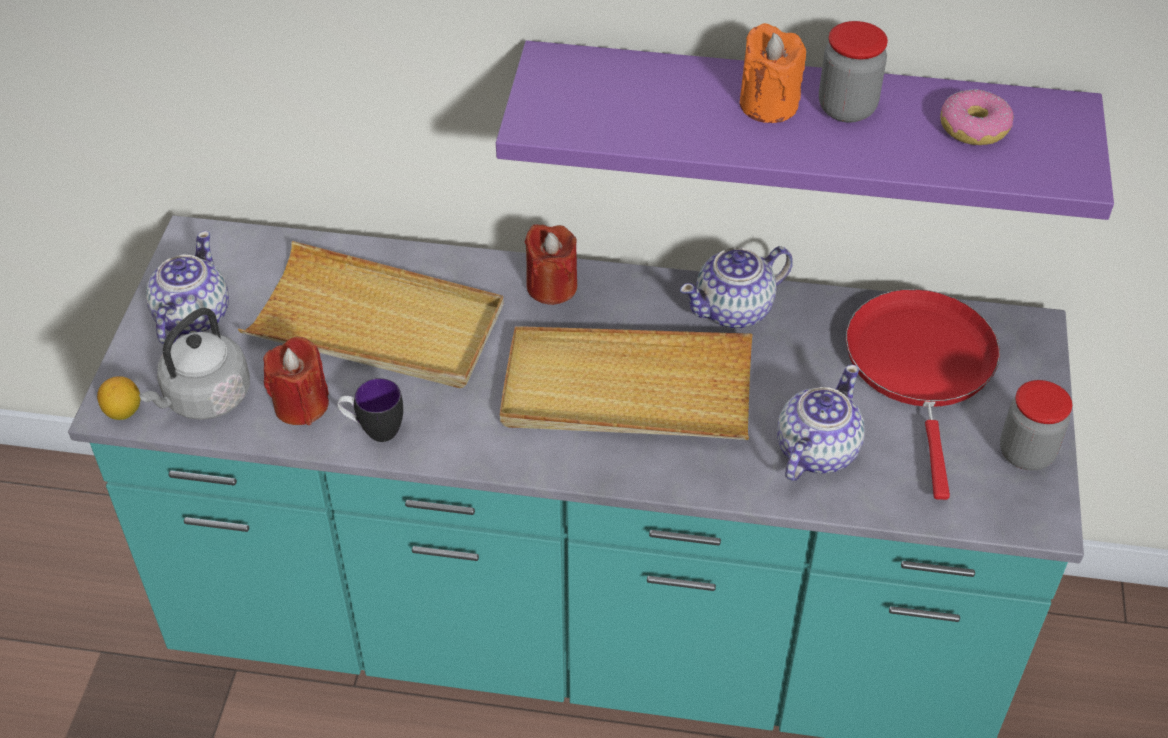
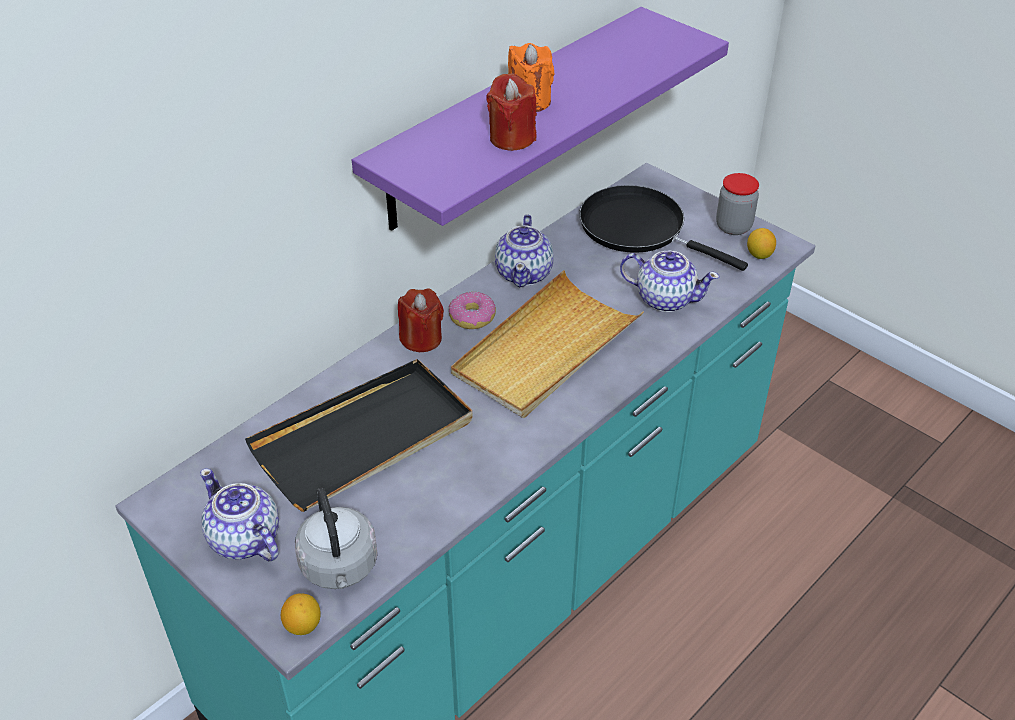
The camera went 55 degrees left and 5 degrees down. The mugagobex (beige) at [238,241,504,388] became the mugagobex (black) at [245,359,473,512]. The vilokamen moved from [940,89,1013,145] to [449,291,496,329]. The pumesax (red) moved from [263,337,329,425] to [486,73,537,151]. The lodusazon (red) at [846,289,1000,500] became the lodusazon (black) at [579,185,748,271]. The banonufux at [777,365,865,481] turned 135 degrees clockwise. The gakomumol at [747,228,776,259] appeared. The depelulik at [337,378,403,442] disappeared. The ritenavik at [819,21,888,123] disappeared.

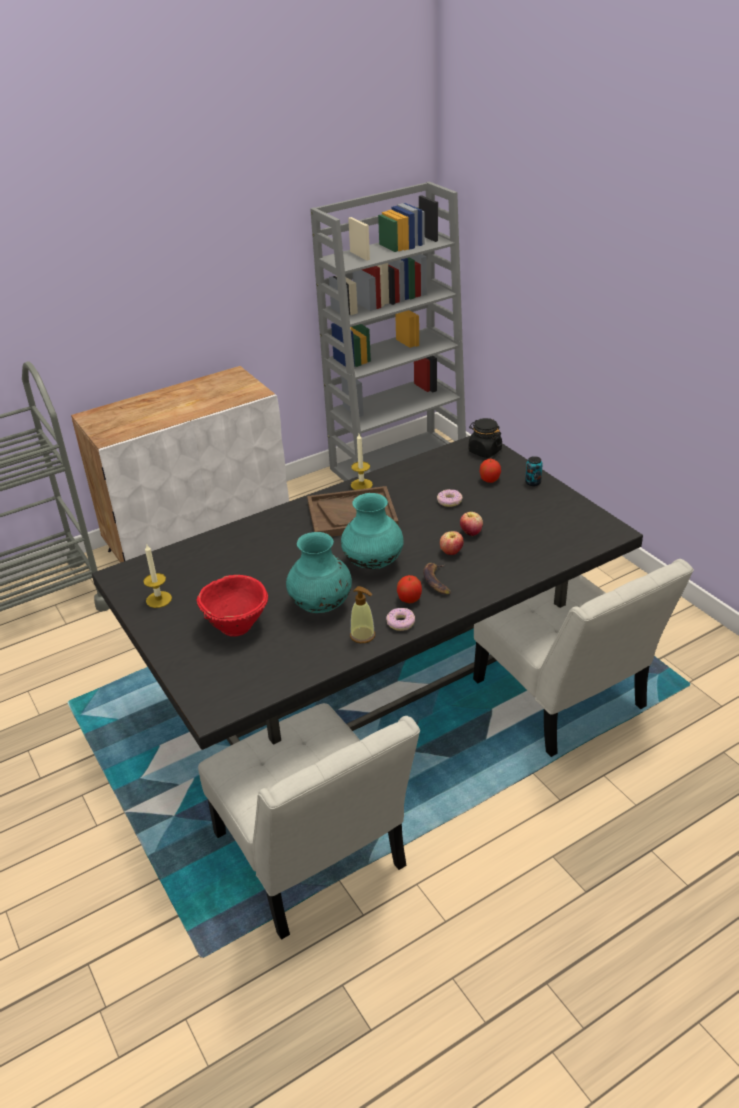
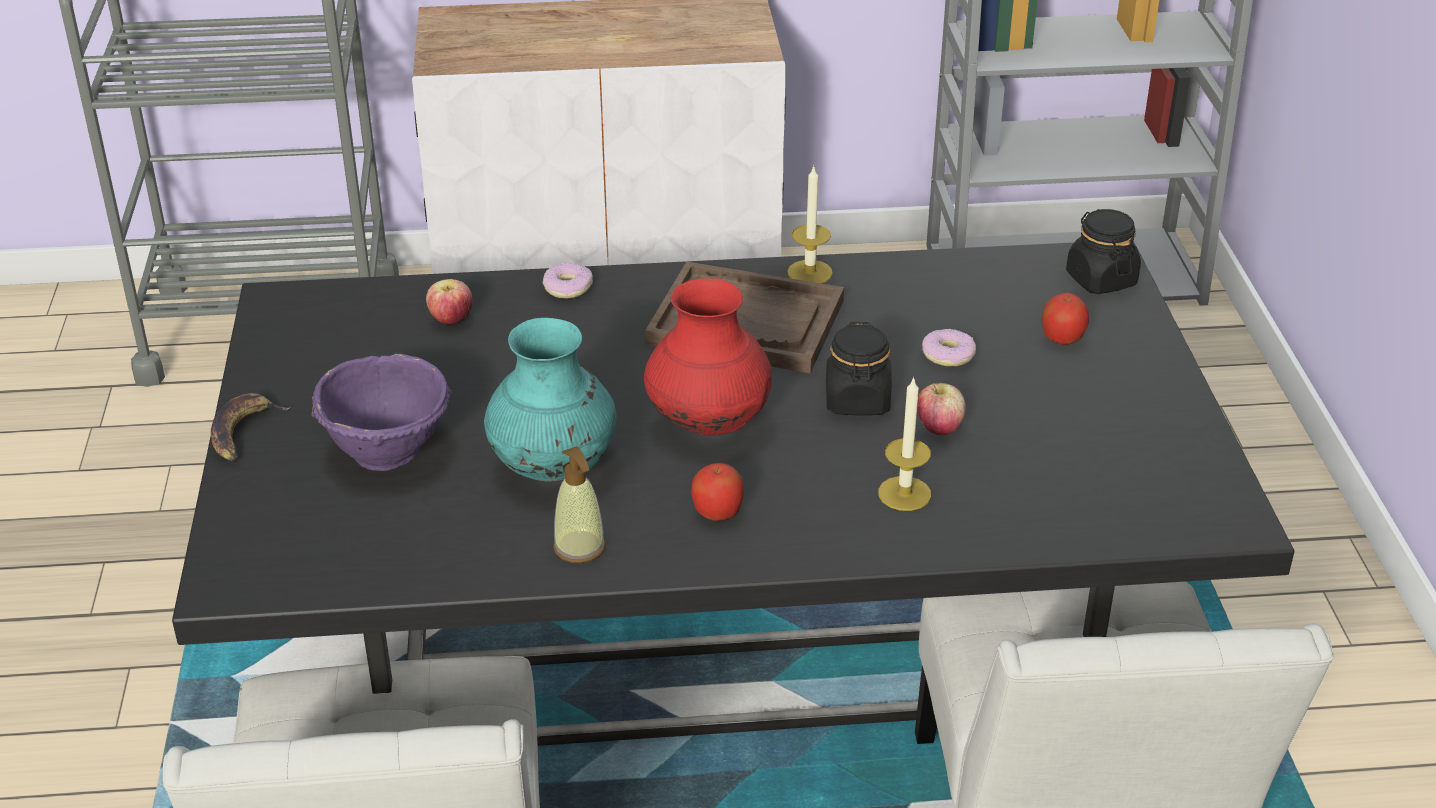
The camera went 25 degrees right and 0 degrees up. The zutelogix moved from [423,563,451,595] to [211,393,291,461]. The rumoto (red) at [196,575,268,637] became the rumoto (purple) at [312,354,453,471]. The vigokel moved from [440,531,464,555] to [426,279,473,325]. The vilokamen moved from [386,608,415,631] to [543,262,593,299]. The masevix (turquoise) at [341,493,403,569] became the masevix (red) at [644,278,772,436]. The ritenavik (black) at [826,322,892,416] appeared. The pumesax moved from [143,545,172,608] to [878,377,931,511]. The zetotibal at [525,456,543,486] disappeared.

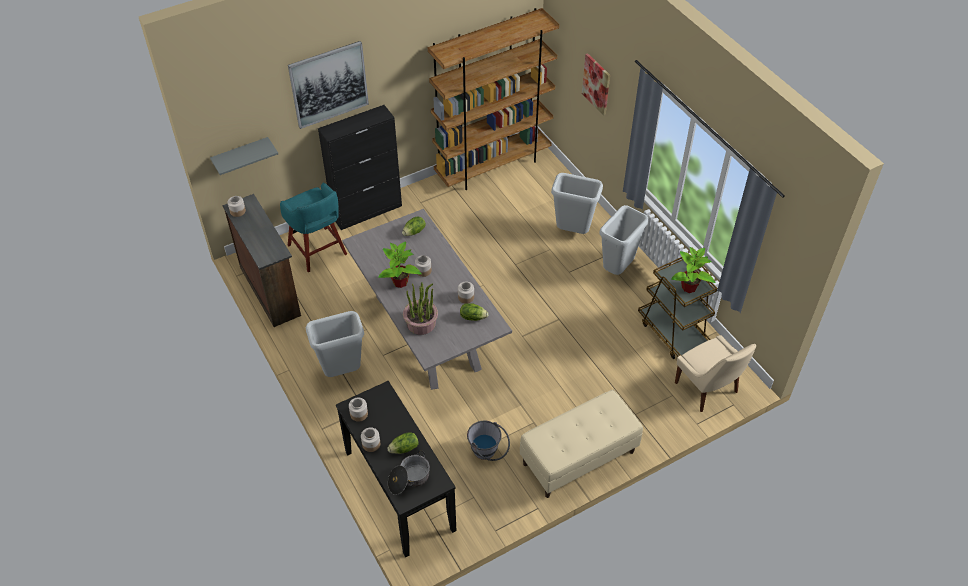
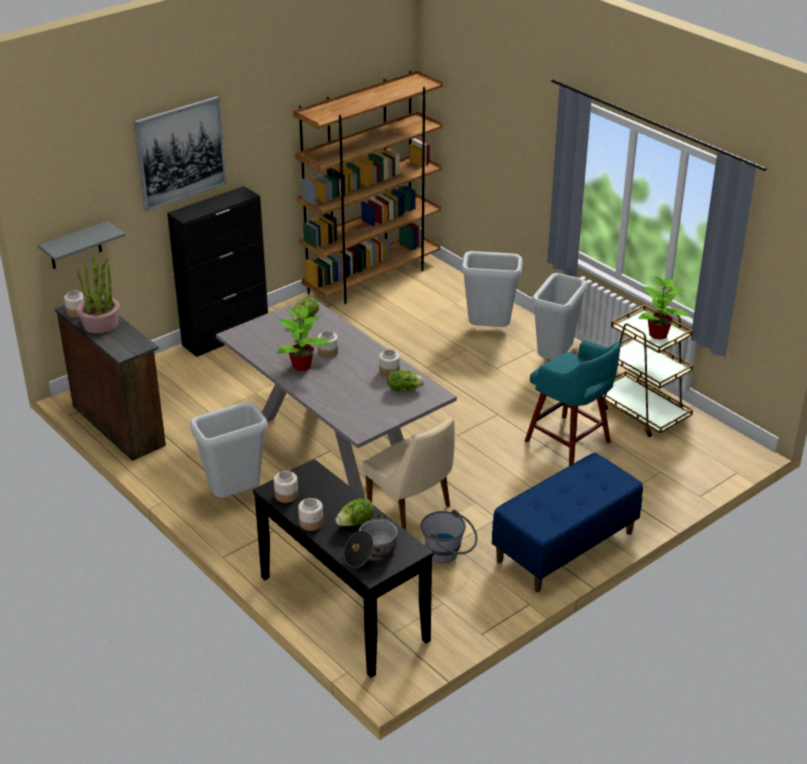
The camera went 10 degrees left and 15 degrees down. The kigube moved from [403,282,438,335] to [76,255,120,334]. The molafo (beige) moved from [675,335,756,412] to [362,418,455,530]. The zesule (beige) at [520,390,643,498] became the zesule (blue) at [492,453,643,592]. The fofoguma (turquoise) moved from [280,183,347,273] to [525,341,620,466]. The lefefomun at [582,53,610,115] disappeared.

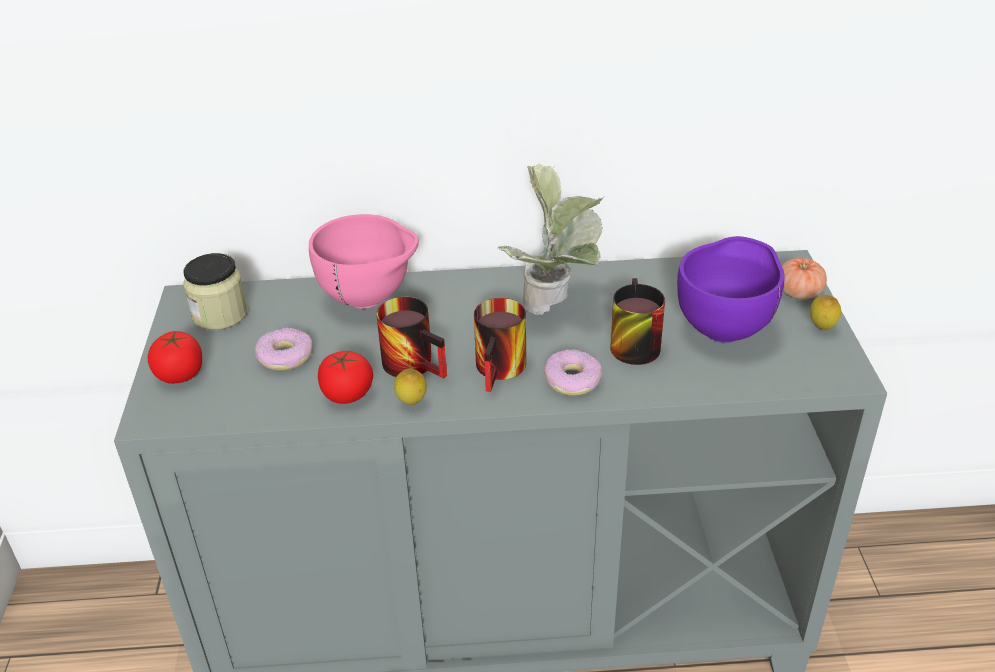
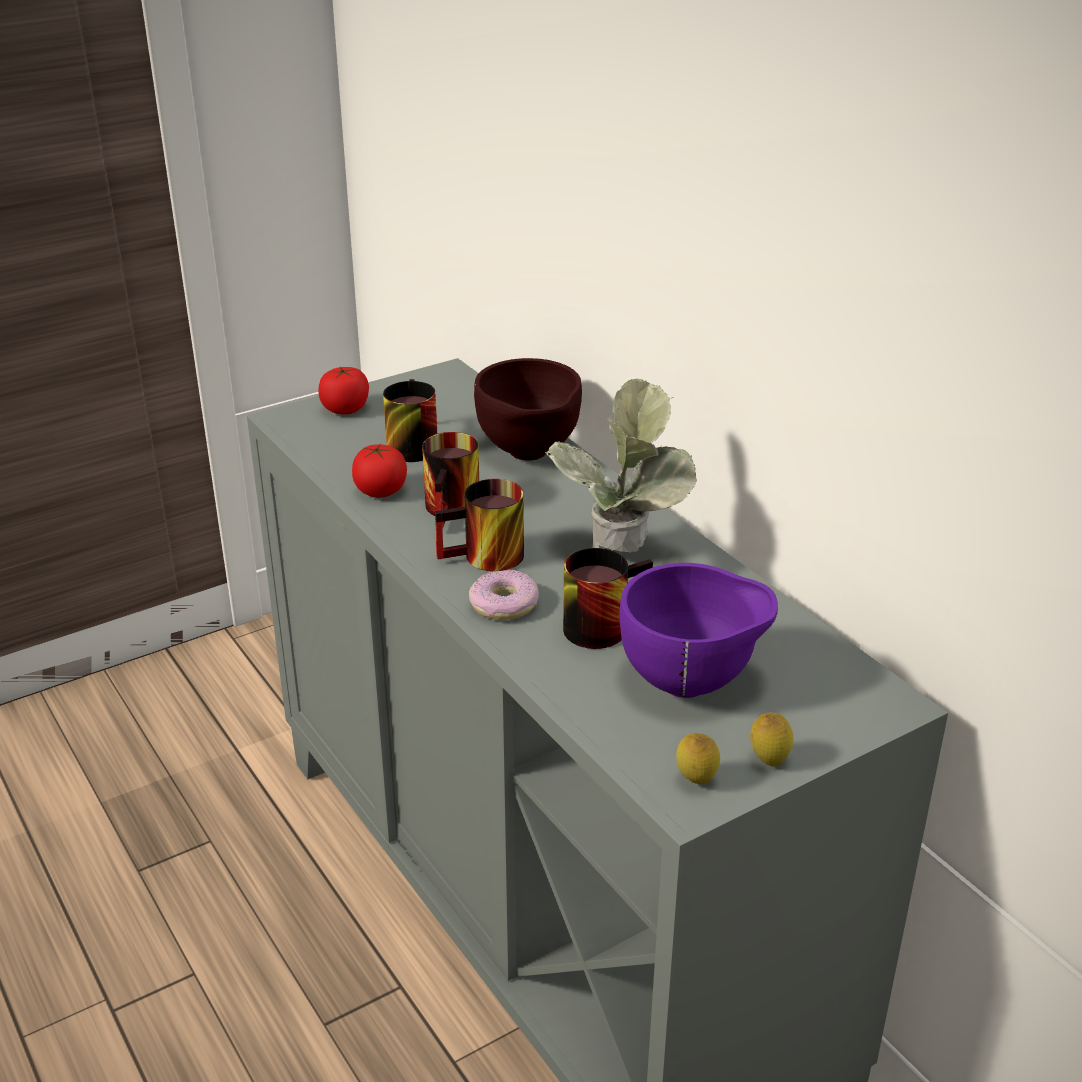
The camera went 60 degrees right and 5 degrees down. The vilokamen at [255,328,313,370] was replaced by the depelulik at [383,379,437,462]. The rumoto (pink) at [309,214,419,309] became the rumoto (brown) at [474,358,582,461]. The gakomumol moved from [394,369,427,405] to [676,733,720,784]. The ritenavik at [183,253,248,330] disappeared. The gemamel at [782,258,827,299] disappeared.

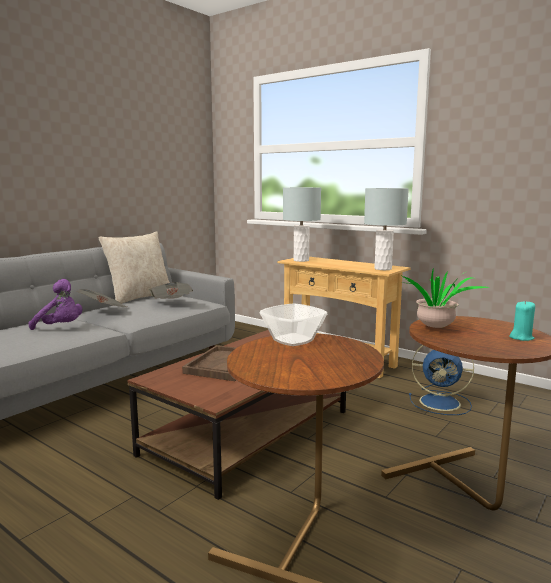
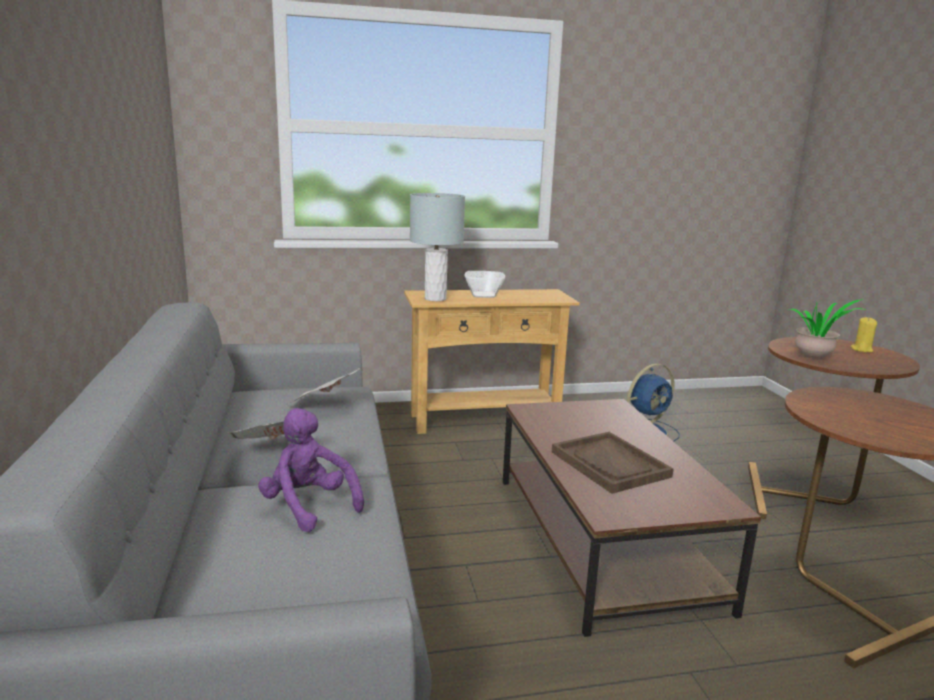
The camera went 50 degrees left and 5 degrees up. The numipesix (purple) at [28,279,82,330] turned 105 degrees counterclockwise. The rumoto moved from [260,303,327,346] to [464,271,505,298]. The pumesax (turquoise) at [509,300,535,341] became the pumesax (yellow) at [851,317,877,352]. The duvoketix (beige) at [98,231,170,304] disappeared. The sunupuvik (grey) at [364,188,409,270] disappeared.

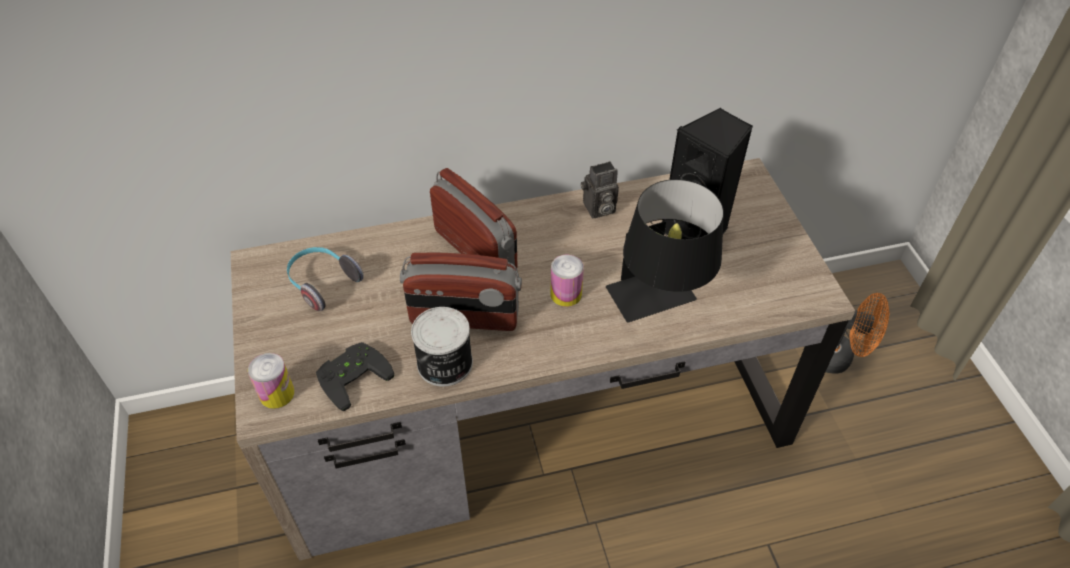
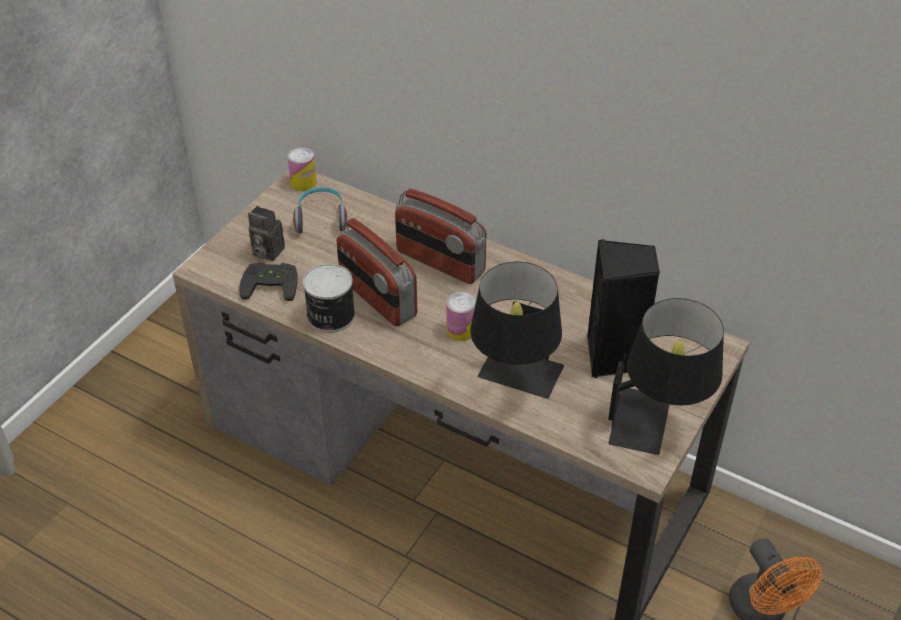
The camera went 45 degrees right and 5 degrees down. The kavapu moved from [581,161,619,218] to [248,206,285,261]. The zetotibal moved from [248,353,295,409] to [288,147,317,191]. The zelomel at [430,168,517,268] turned 120 degrees clockwise. The sunupuvik (black) at [608,298,724,455] appeared.

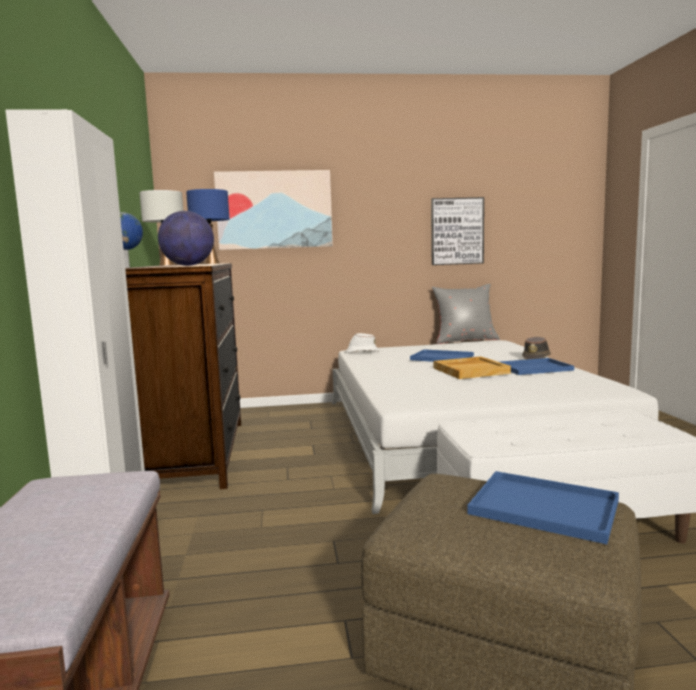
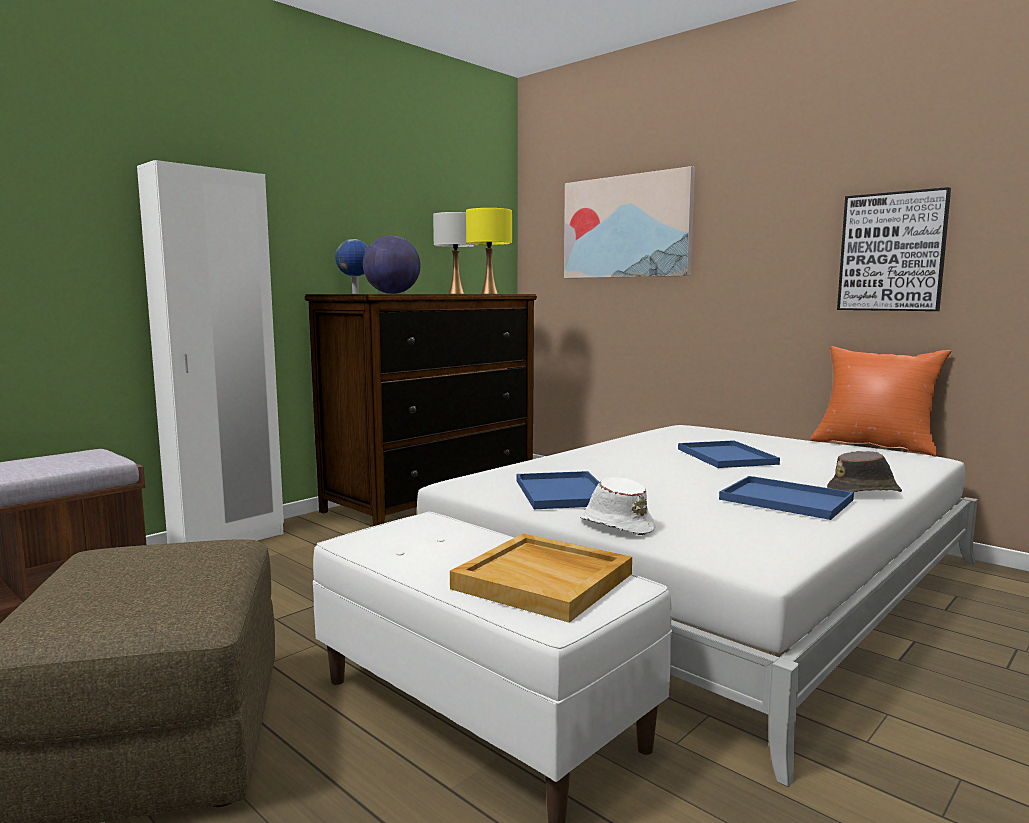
The camera went 50 degrees right and 0 degrees up. The mugagobex (beige) moved from [433,356,511,379] to [450,533,632,623]. The sunupuvik (blue) at [186,189,230,264] became the sunupuvik (yellow) at [466,208,512,294]. The mugagobex (blue) moved from [468,471,619,544] to [517,471,599,509]. The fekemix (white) moved from [345,333,379,353] to [580,477,656,535]. The duvoketix (grey) at [432,284,500,344] became the duvoketix (orange) at [810,346,952,456].

